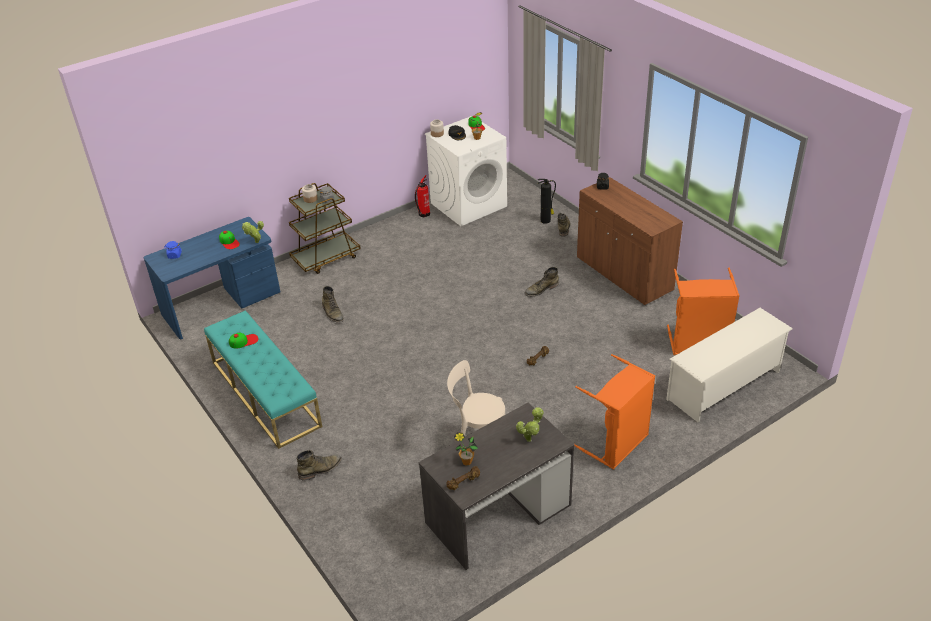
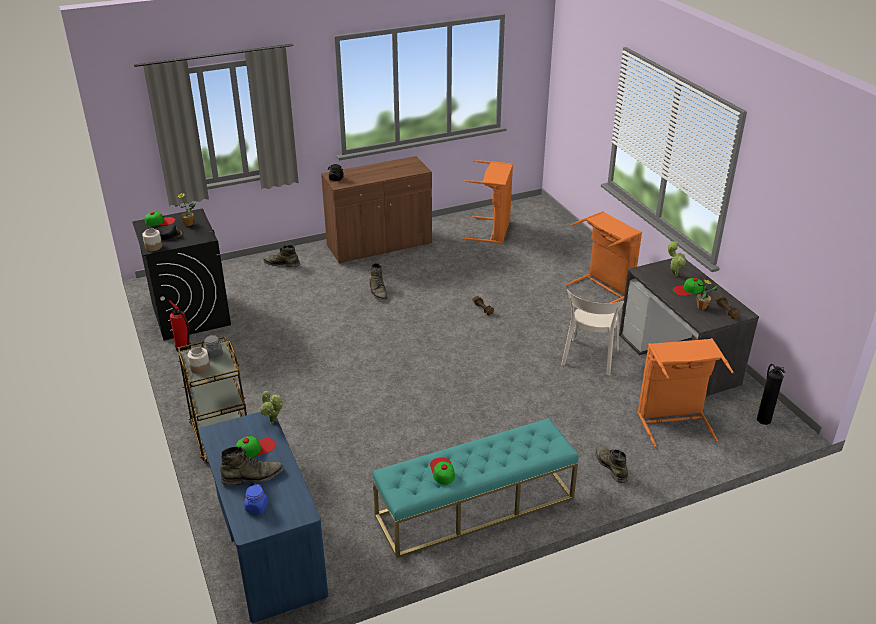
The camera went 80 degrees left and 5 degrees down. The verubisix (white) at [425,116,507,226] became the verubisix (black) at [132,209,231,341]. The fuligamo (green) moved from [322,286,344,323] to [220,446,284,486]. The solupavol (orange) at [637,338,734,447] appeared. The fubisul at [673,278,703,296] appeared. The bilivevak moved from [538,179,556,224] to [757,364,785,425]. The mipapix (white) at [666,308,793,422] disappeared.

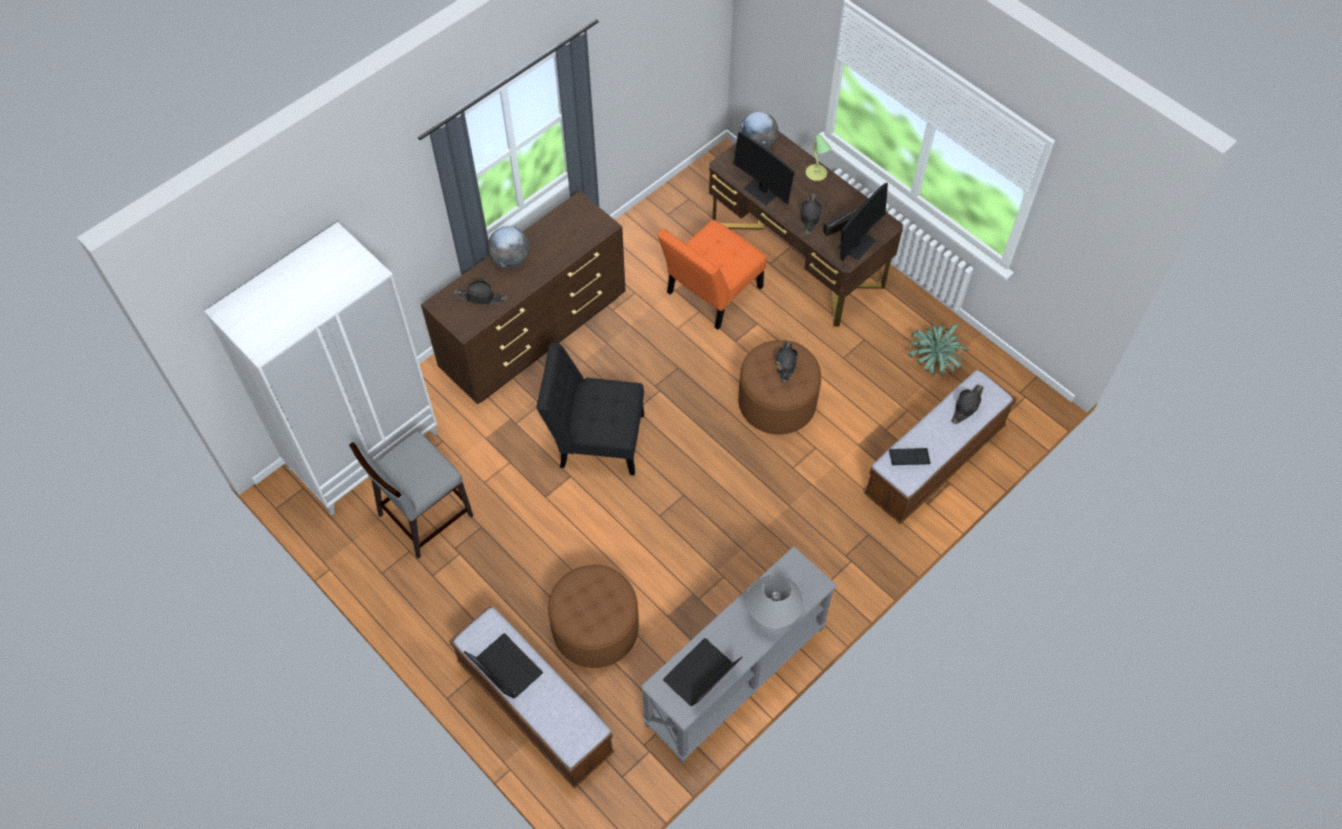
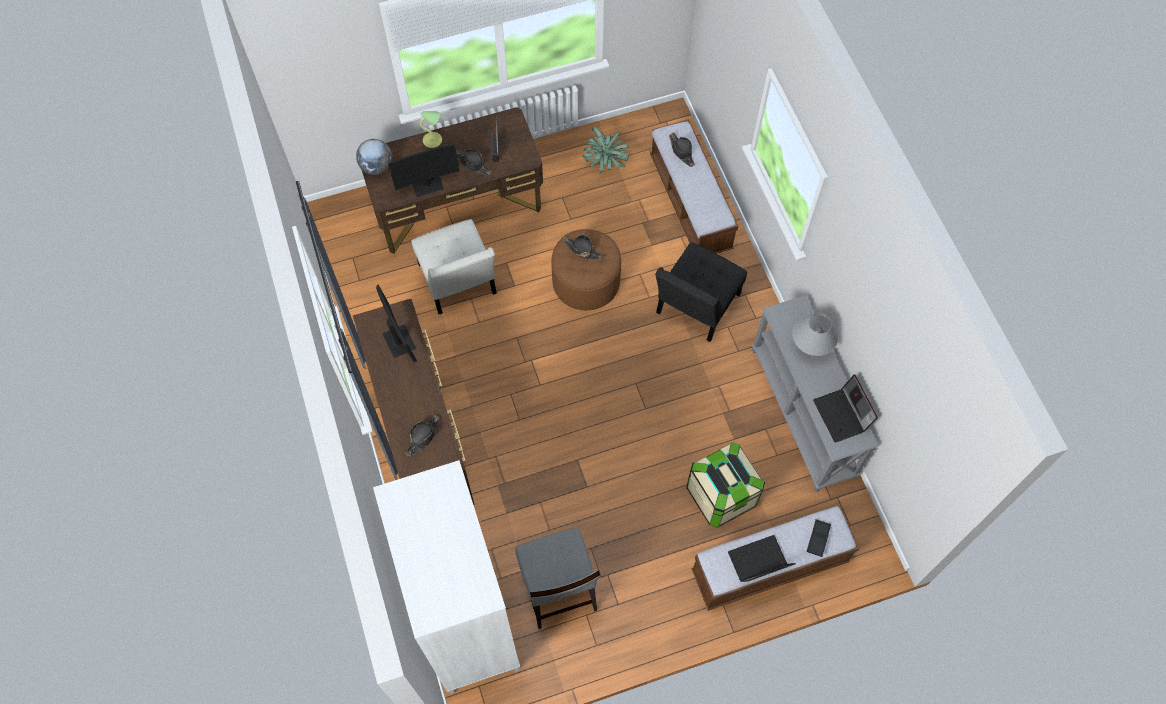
The camera went 65 degrees left and 5 degrees up. The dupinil moved from [838,182,888,261] to [376,285,417,362]. The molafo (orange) at [658,220,766,330] became the molafo (white) at [411,219,497,314]. The molafo (black) moved from [536,343,644,475] to [655,242,747,342]. The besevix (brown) at [548,565,639,668] was replaced by the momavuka at [686,442,765,528]. The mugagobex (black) moved from [889,448,931,465] to [807,519,831,557]. The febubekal at [487,226,529,268] disappeared.

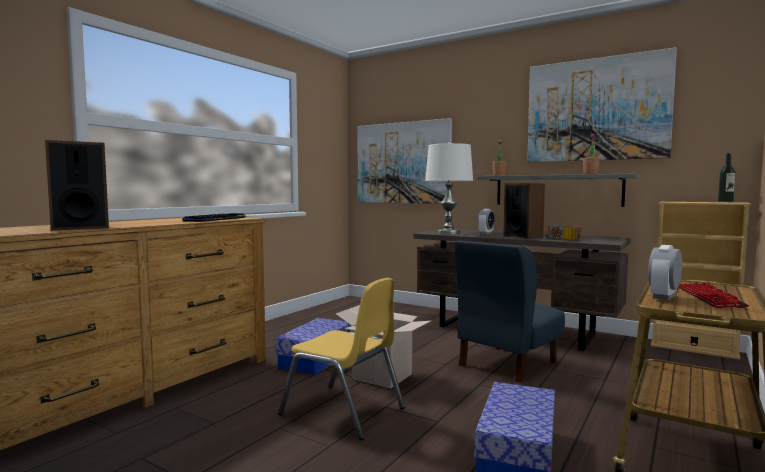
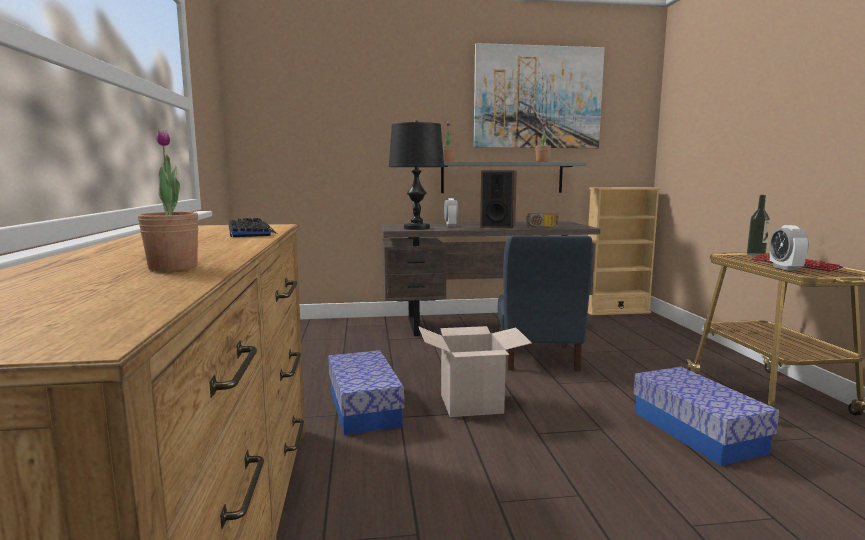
The camera went 40 degrees left and 5 degrees up. The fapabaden at [45,140,109,230] was replaced by the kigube at [138,129,198,271]. The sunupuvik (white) at [425,142,473,234] became the sunupuvik (black) at [389,120,444,230]. The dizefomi moved from [718,153,736,202] to [747,195,770,256]. The molafo (yellow) at [278,278,405,440] disappeared. The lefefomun at [357,118,452,204] disappeared.

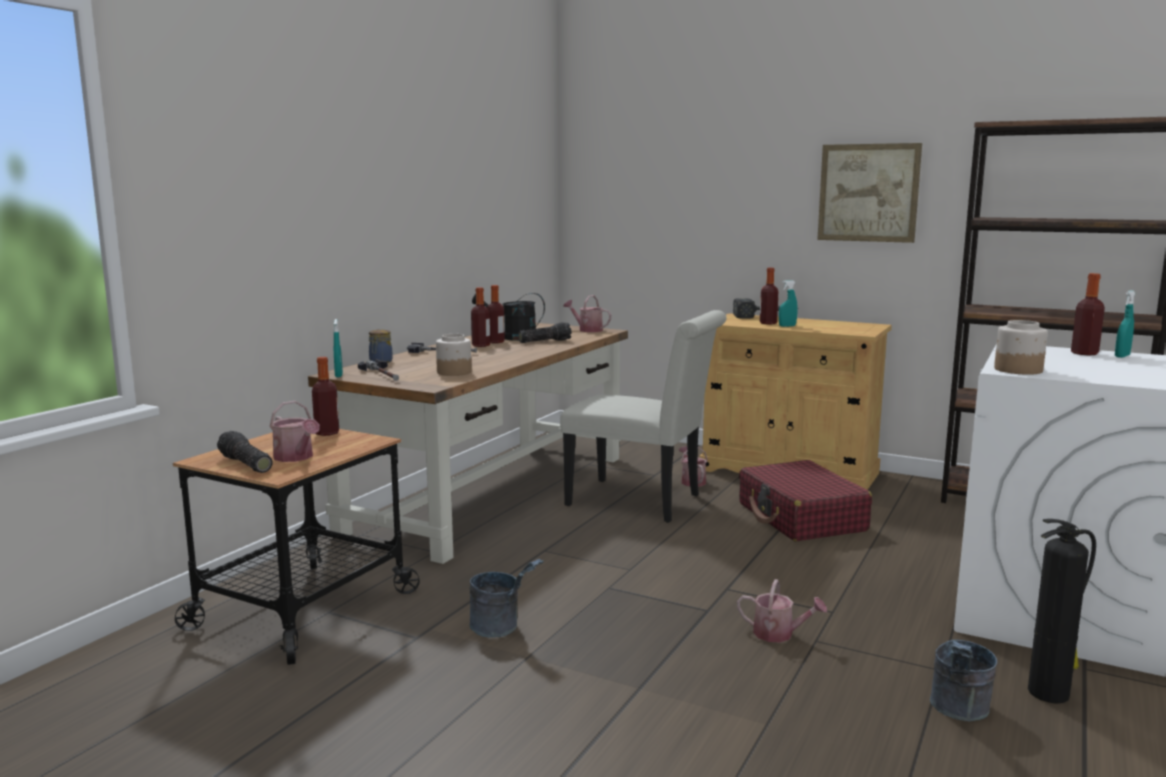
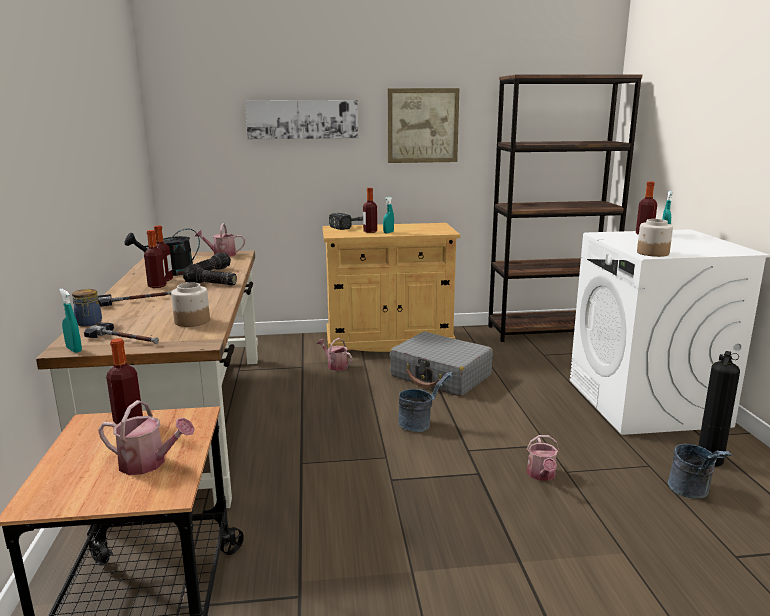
The camera went 35 degrees left and 5 degrees up. The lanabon moved from [217,431,273,473] to [183,266,237,286]. The lefefomun at [245,100,358,139] appeared. The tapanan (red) at [739,460,872,541] became the tapanan (grey) at [390,332,493,397]. The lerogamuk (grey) moved from [469,559,544,637] to [399,372,452,432]. The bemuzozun at [737,579,827,642] turned 105 degrees clockwise. The molafo (white) at [560,310,727,523] disappeared.

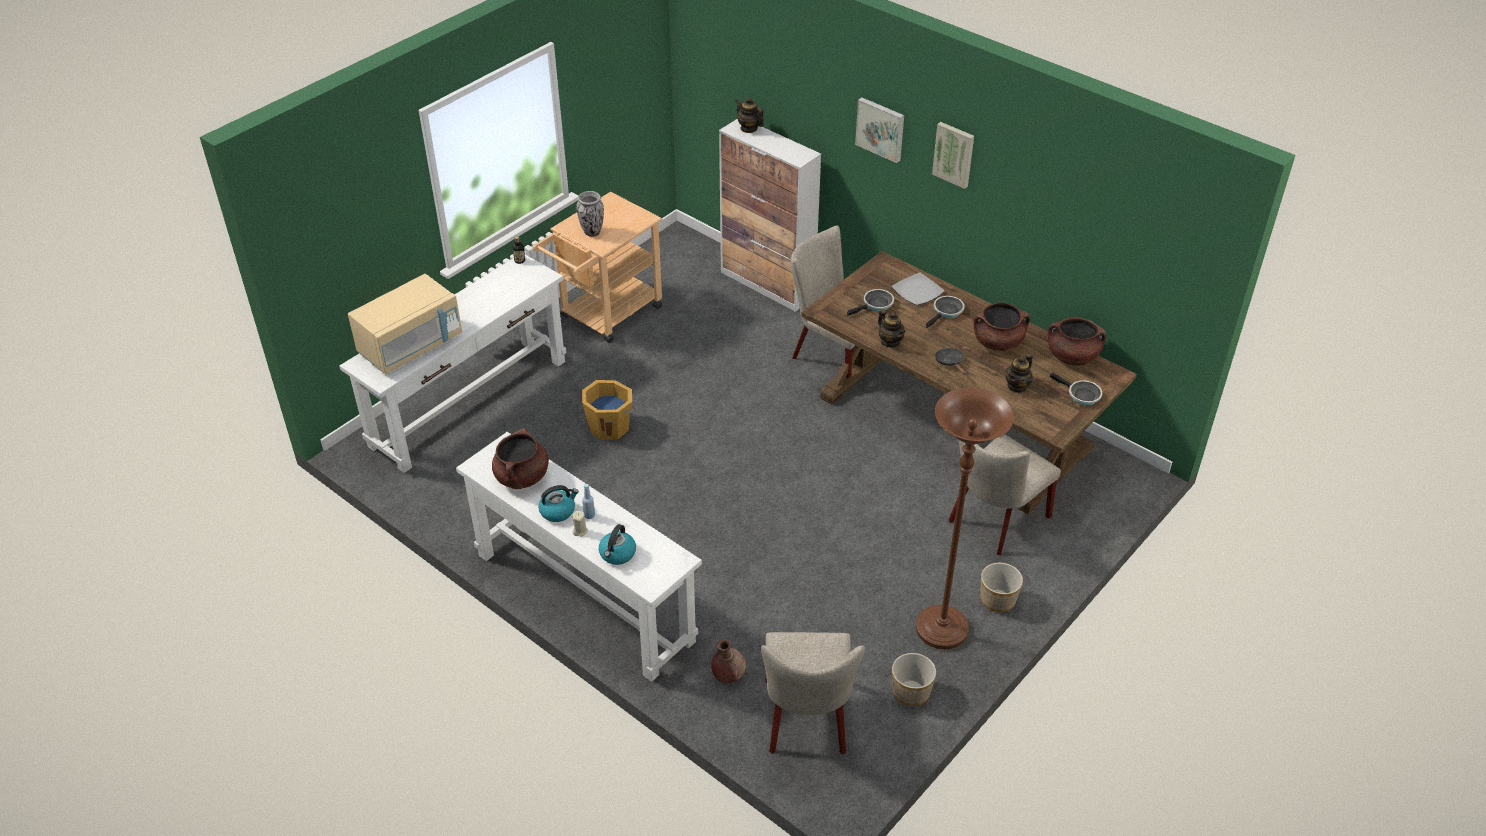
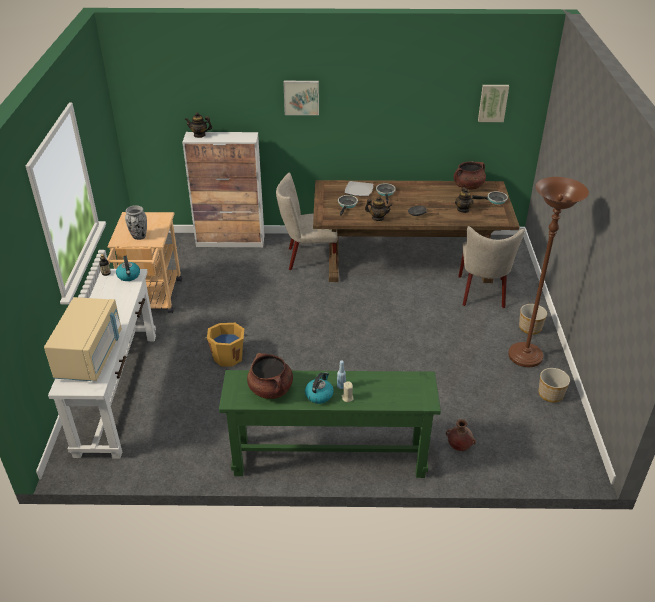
The camera went 40 degrees left and 5 degrees down. The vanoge moved from [599,524,636,565] to [116,256,140,281]. The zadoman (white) at [456,432,702,682] became the zadoman (green) at [219,370,441,478]. The lefefomun moved from [932,122,974,189] to [478,85,509,122]. The molafo (beige) at [761,632,865,755] disappeared. The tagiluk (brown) at [974,302,1030,351] disappeared.

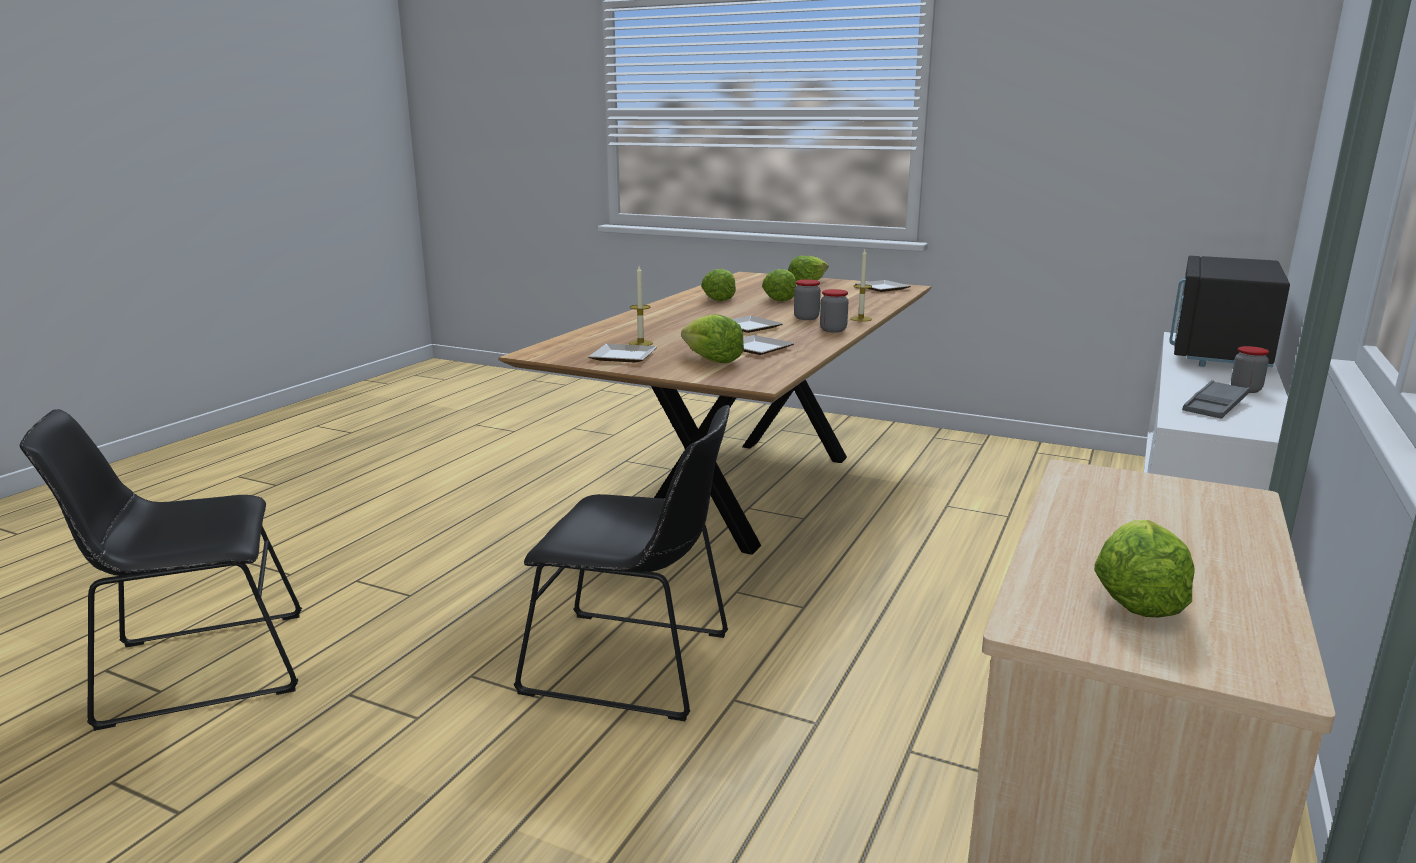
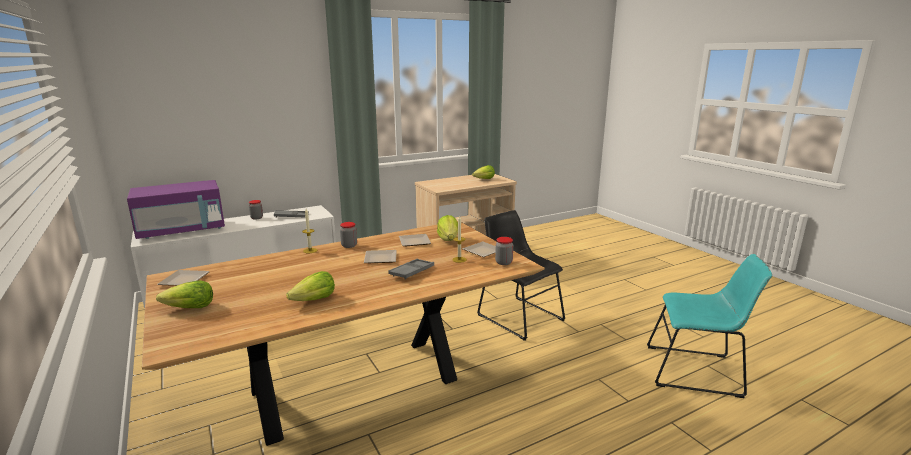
The camera went 145 degrees left and 0 degrees up. The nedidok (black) at [1169,256,1290,367] became the nedidok (purple) at [127,180,225,239]. The mugagobex (grey) at [388,259,434,279] appeared. The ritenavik moved from [794,279,821,320] to [495,237,513,265]. The molafo (black) at [19,409,302,731] became the molafo (turquoise) at [647,254,772,398]. The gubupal at [762,269,796,301] disappeared.

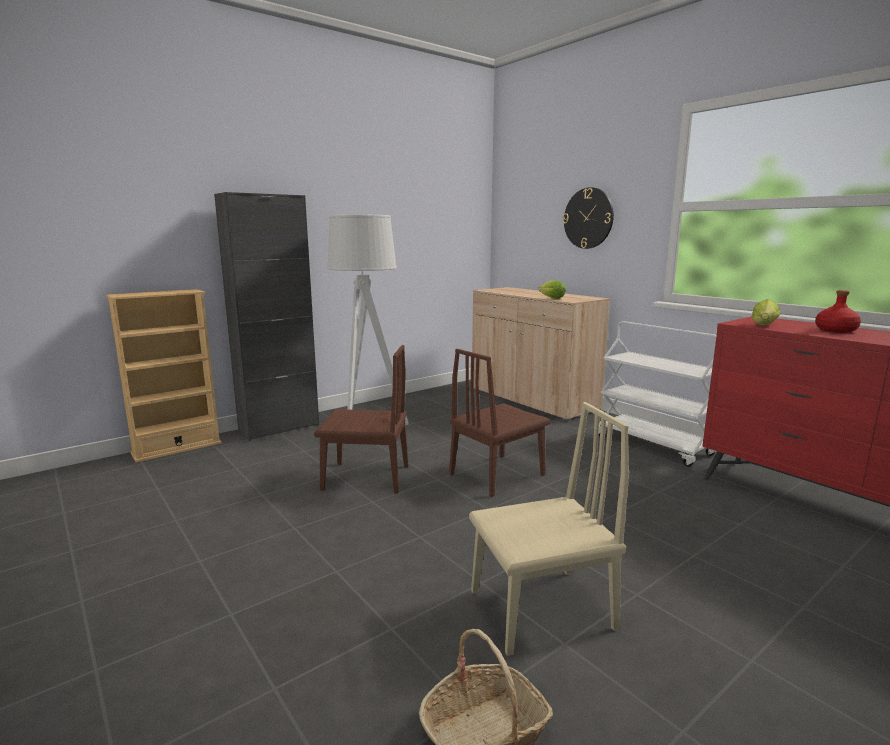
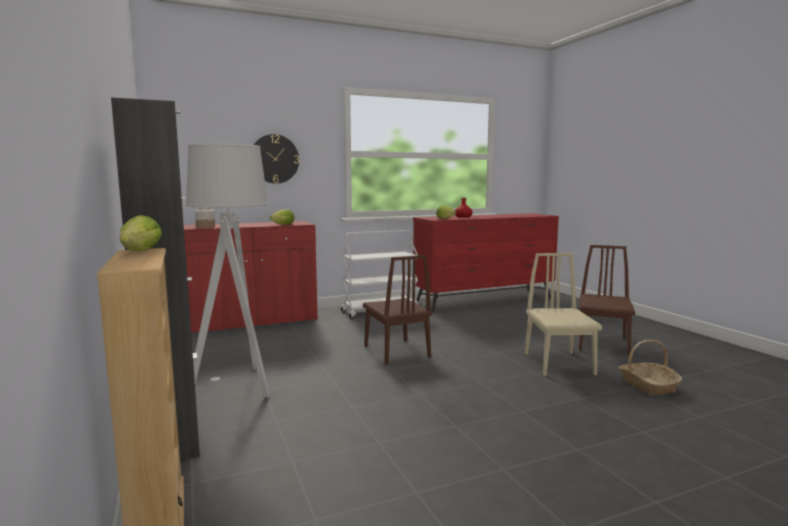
The camera went 75 degrees left and 5 degrees down. The gubupal at [120,215,162,251] appeared. The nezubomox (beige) at [472,287,610,421] became the nezubomox (red) at [184,221,318,335]. The ritenavik at [195,207,215,228] appeared. The molafo (brown) moved from [314,345,408,494] to [579,245,635,356].

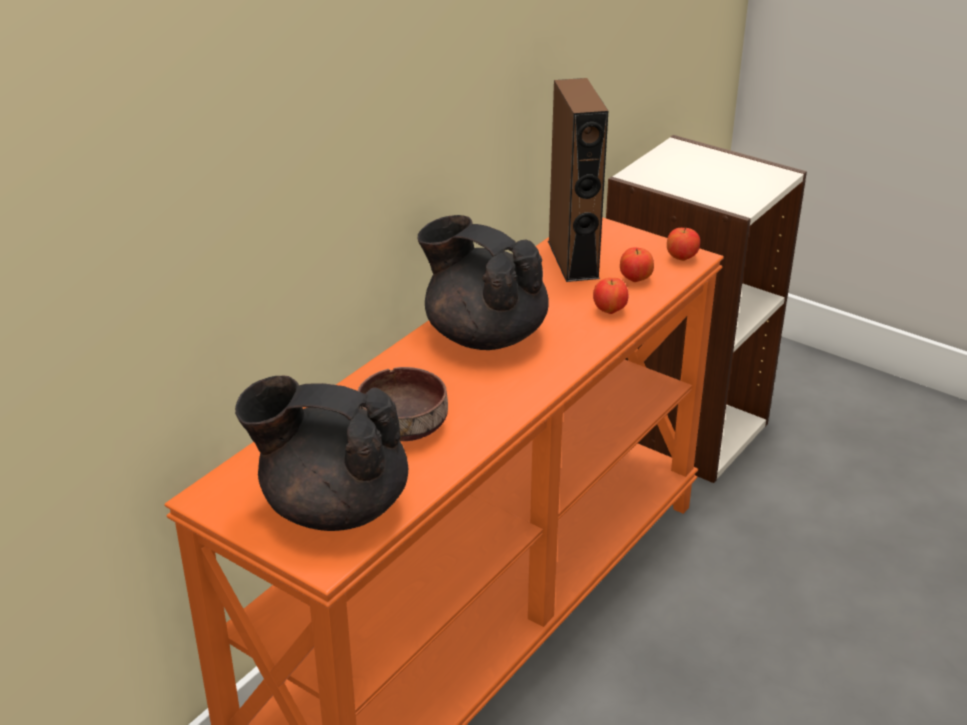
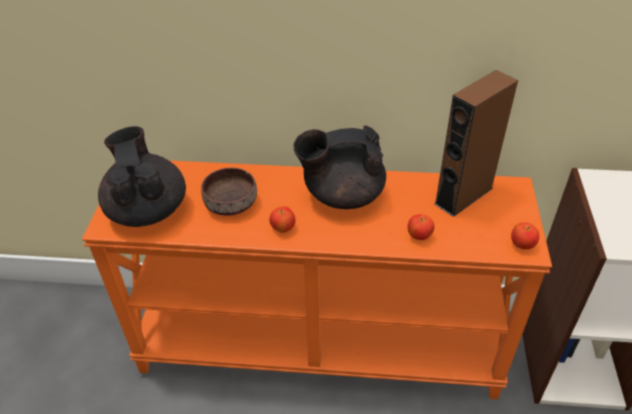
The camera went 60 degrees right and 10 degrees up. The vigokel moved from [620,247,654,282] to [269,207,295,233]. The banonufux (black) at [418,215,549,350] turned 105 degrees counterclockwise.

